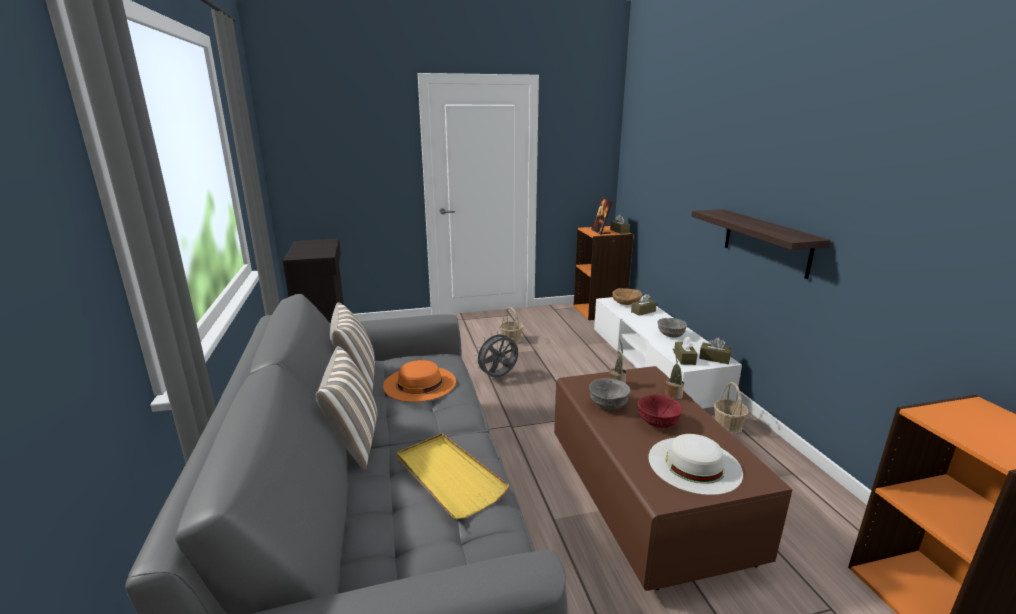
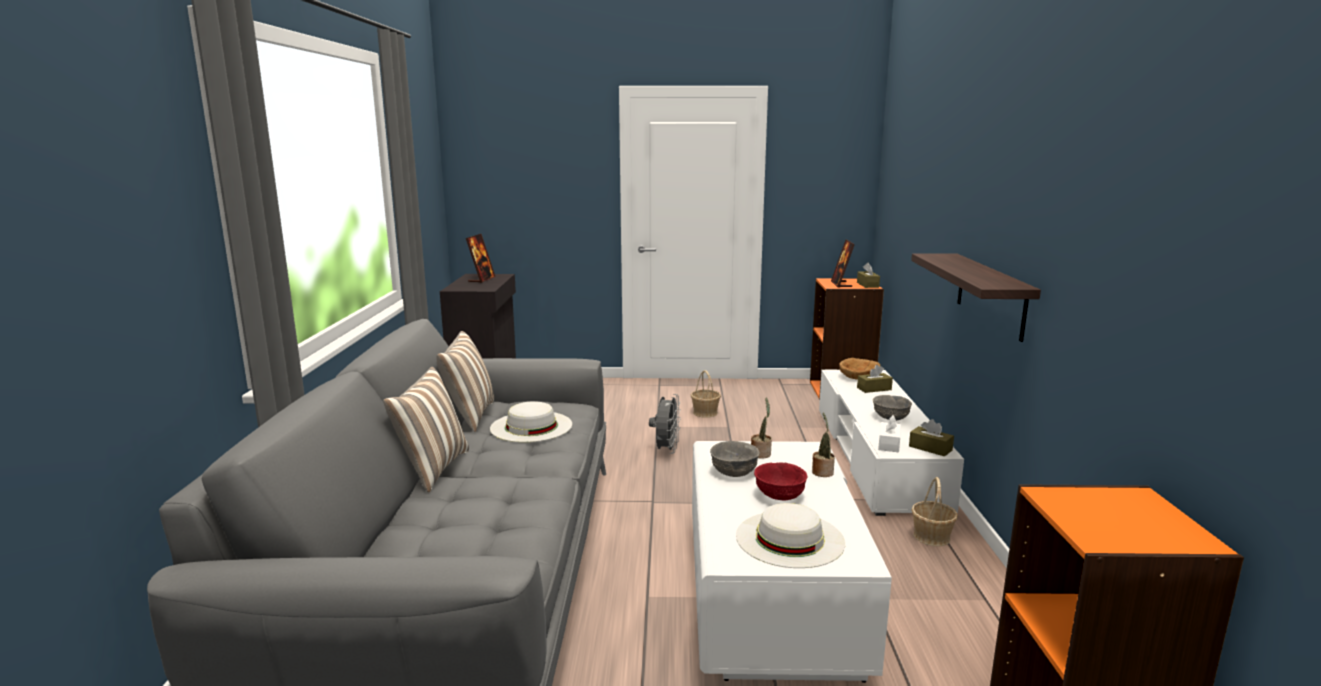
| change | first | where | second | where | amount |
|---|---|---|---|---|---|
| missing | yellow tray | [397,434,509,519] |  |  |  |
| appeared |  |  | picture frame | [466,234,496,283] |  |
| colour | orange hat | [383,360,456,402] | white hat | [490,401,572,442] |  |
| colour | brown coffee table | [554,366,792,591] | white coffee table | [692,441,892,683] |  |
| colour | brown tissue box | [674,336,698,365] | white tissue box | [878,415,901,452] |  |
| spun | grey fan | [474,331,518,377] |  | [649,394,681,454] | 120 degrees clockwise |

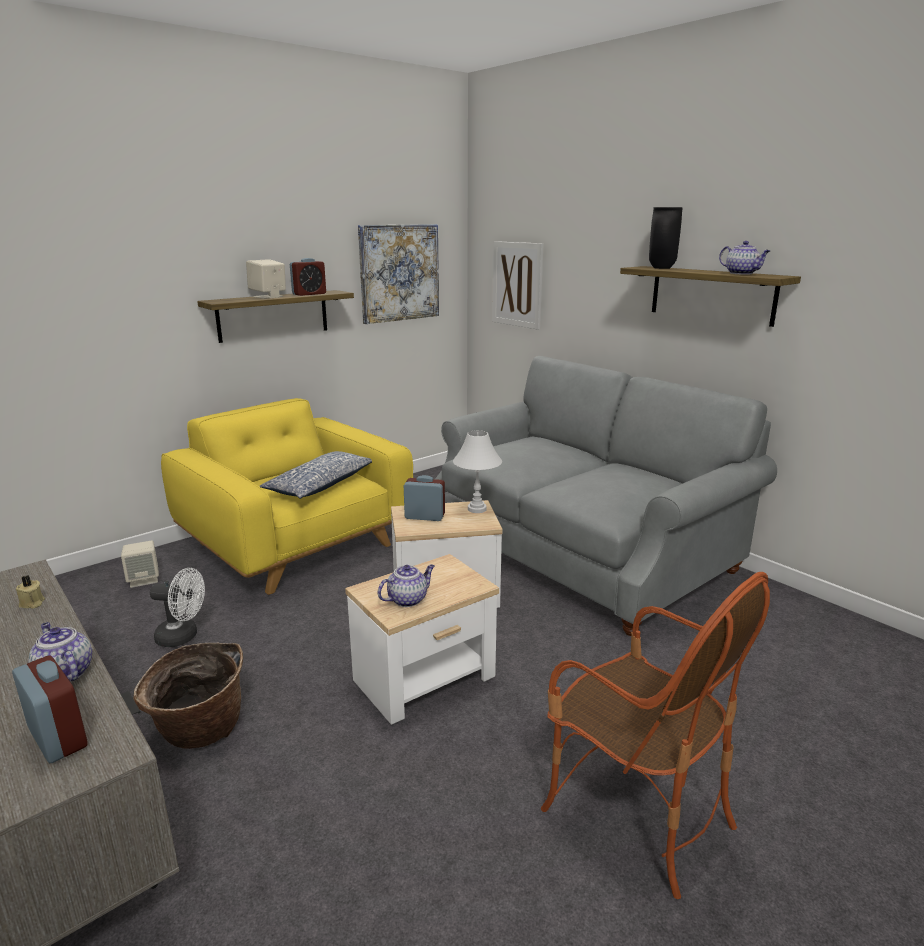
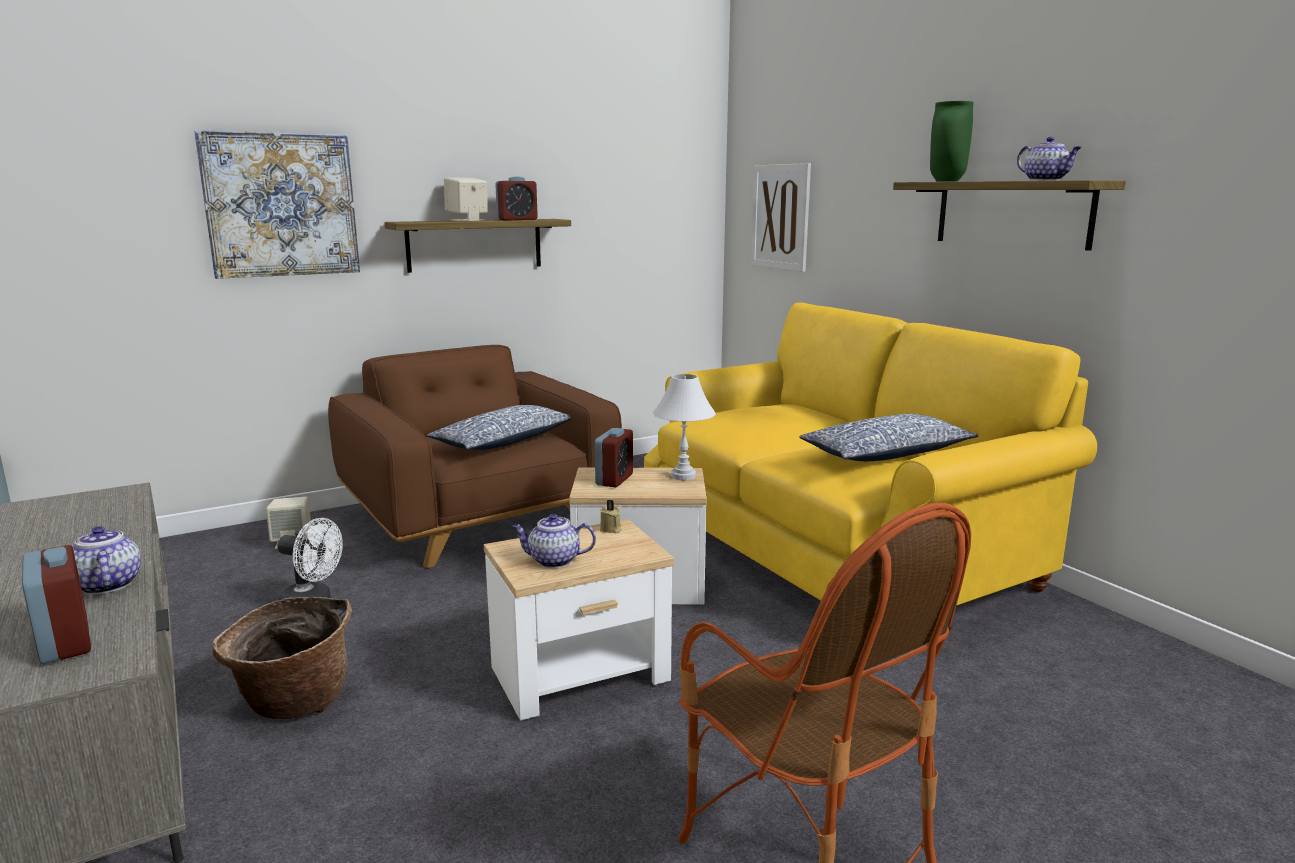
| change | first | where | second | where | amount |
|---|---|---|---|---|---|
| appeared |  |  | pillow | [799,414,978,461] |  |
| relocated | beige candle | [16,575,45,609] |  | [600,500,622,533] |  |
| relocated | picture | [358,224,439,324] |  | [194,130,360,279] |  |
| colour | yellow armchair | [161,398,413,595] | brown armchair | [328,345,622,568] |  |
| colour | grey sofa | [435,356,777,636] | yellow sofa | [644,303,1097,606] |  |
| colour | black vase | [649,207,683,269] | green vase | [930,101,974,182] |  |
| spun | teapot | [378,564,435,607] |  | [512,514,596,568] | 150 degrees counterclockwise |
| spun | alarm clock | [404,475,445,521] |  | [595,428,633,488] | 90 degrees clockwise |

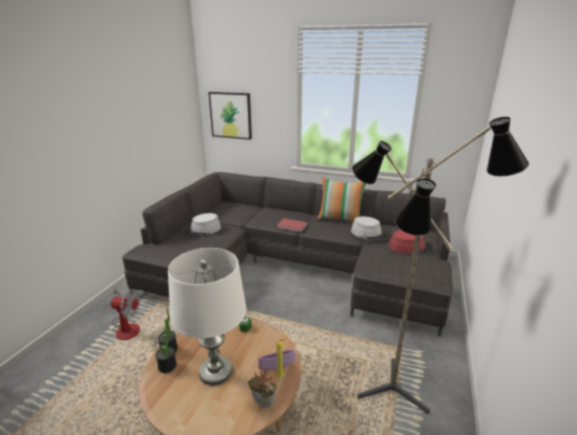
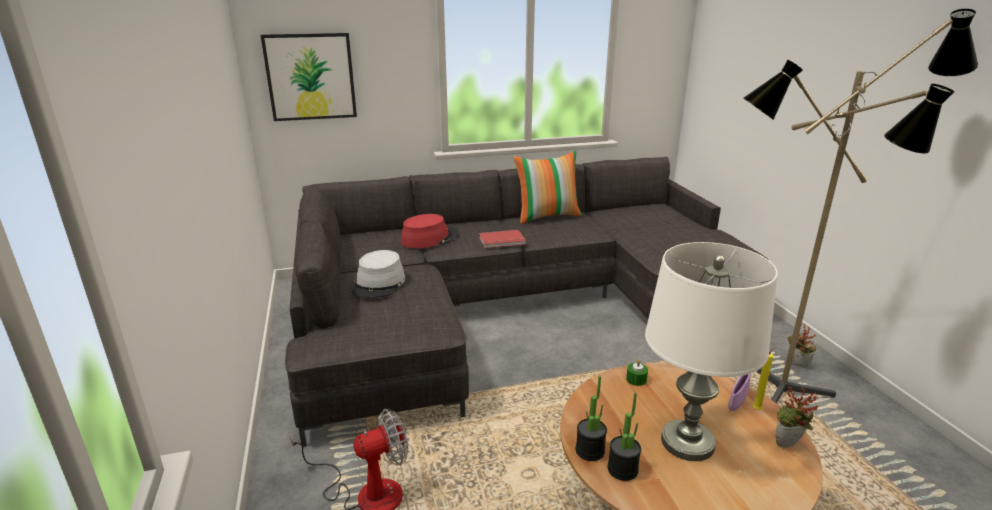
| change | first | where | second | where | amount |
|---|---|---|---|---|---|
| missing | grey hat | [351,216,388,242] |  |  |  |
| appeared |  |  | potted plant | [787,324,816,367] |  |
| relocated | red hat | [389,230,433,254] |  | [401,214,459,248] |  |

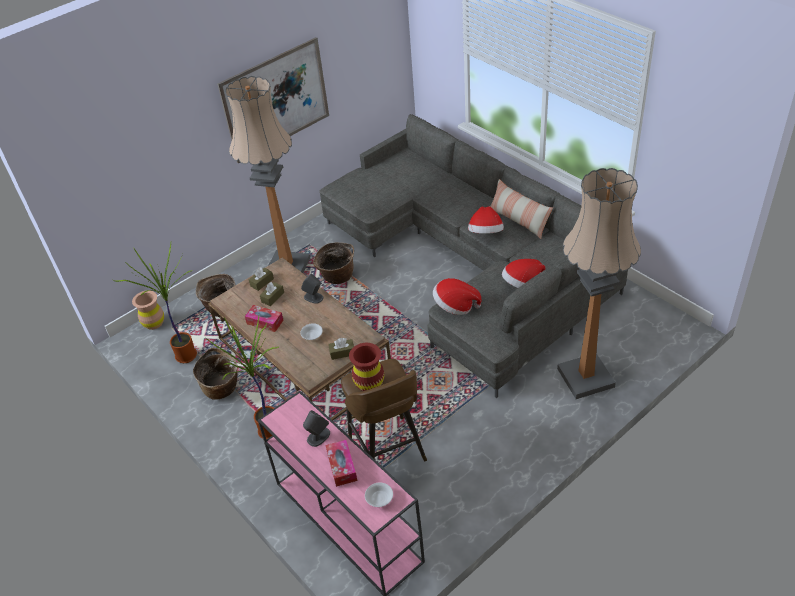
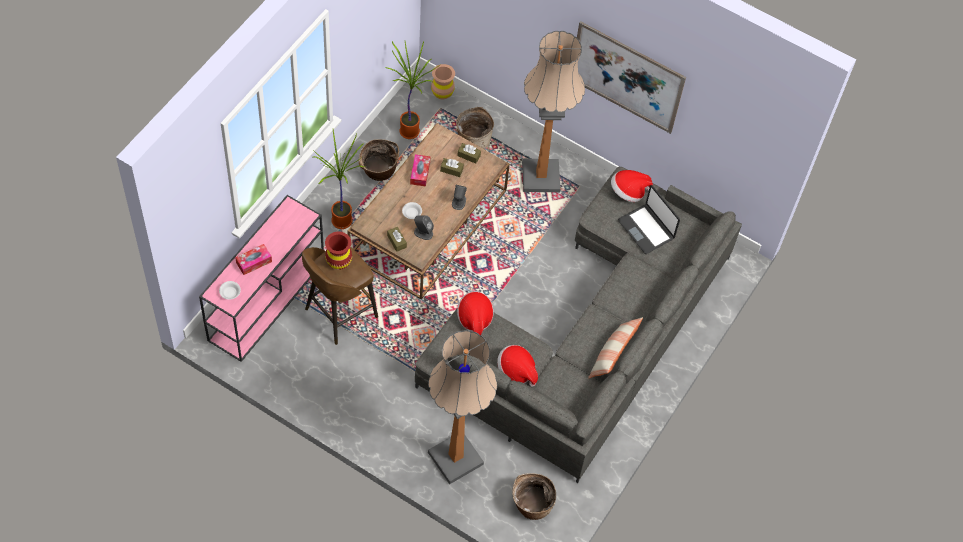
| change | first | where | second | where | amount |
|---|---|---|---|---|---|
| appeared |  |  | laptop | [618,185,680,254] |  |
| relocated | grey speaker | [303,410,330,447] |  | [414,215,434,240] |  |
| relocated | basket | [313,242,354,284] |  | [512,473,556,520] |  |
| relocated | hat | [468,206,504,234] |  | [611,170,653,202] |  |

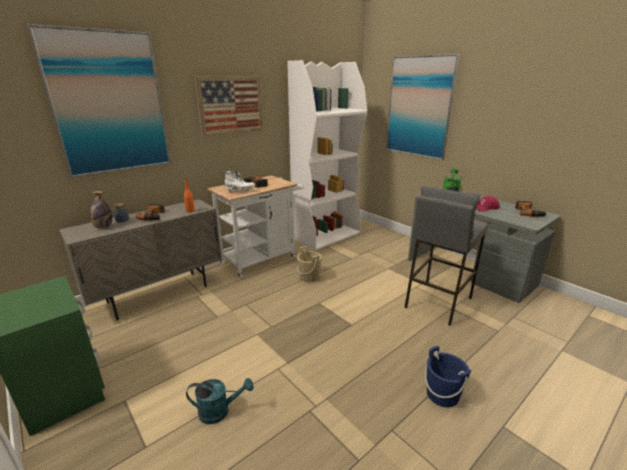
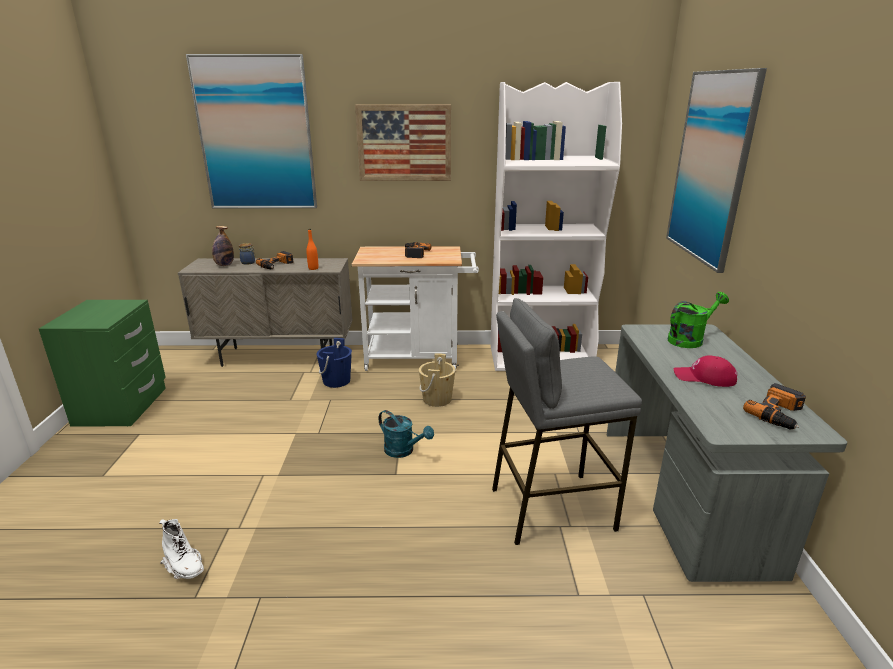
| change | first | where | second | where | amount |
|---|---|---|---|---|---|
| relocated | turquoise watering can | [186,378,254,424] |  | [378,410,434,458] |  |
| relocated | white boot | [224,170,255,192] |  | [160,519,204,579] |  |
| relocated | blue bucket | [425,346,471,407] |  | [316,338,352,388] |  |

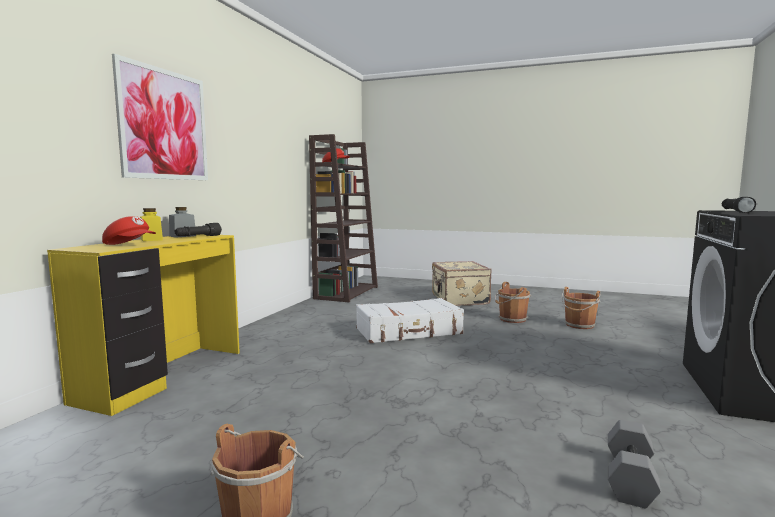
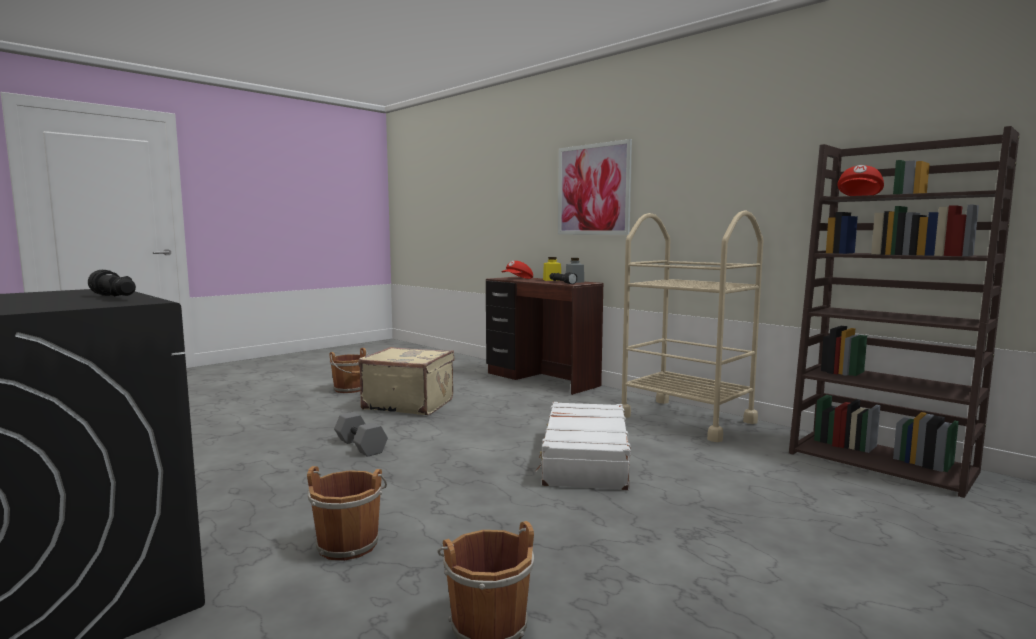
| change | first | where | second | where | amount |
|---|---|---|---|---|---|
| appeared |  |  | beige cart | [621,210,763,442] |  |
| relocated | beige suitcase | [432,261,492,306] |  | [358,347,454,415] |  |
| relocated | brown bucket | [495,282,531,323] |  | [307,466,387,561] |  |
| relocated | grey dumbbell | [608,420,661,508] |  | [334,412,388,457] |  |
| colour | yellow desk | [47,234,240,416] | brown desk | [486,277,603,395] |  |

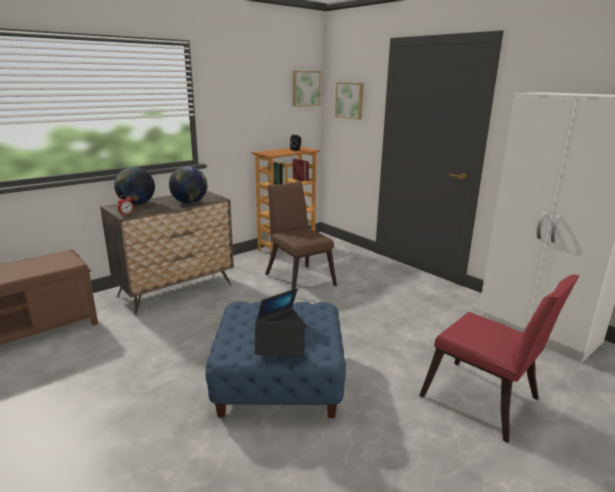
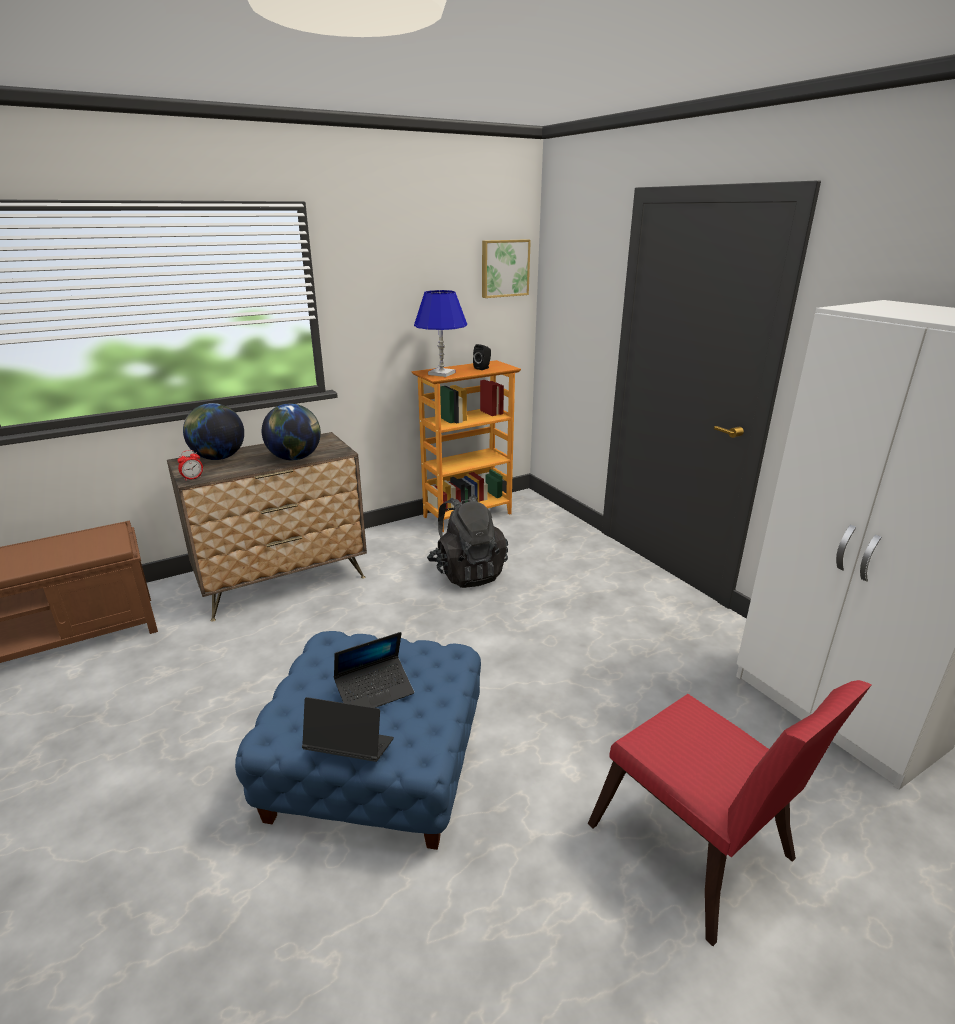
| change | first | where | second | where | amount |
|---|---|---|---|---|---|
| missing | picture | [335,82,364,119] |  |  |  |
| appeared |  |  | blue table lamp | [414,290,467,377] |  |
| exchanged | brown chair | [265,181,337,290] | black backpack | [427,494,508,588] |  |

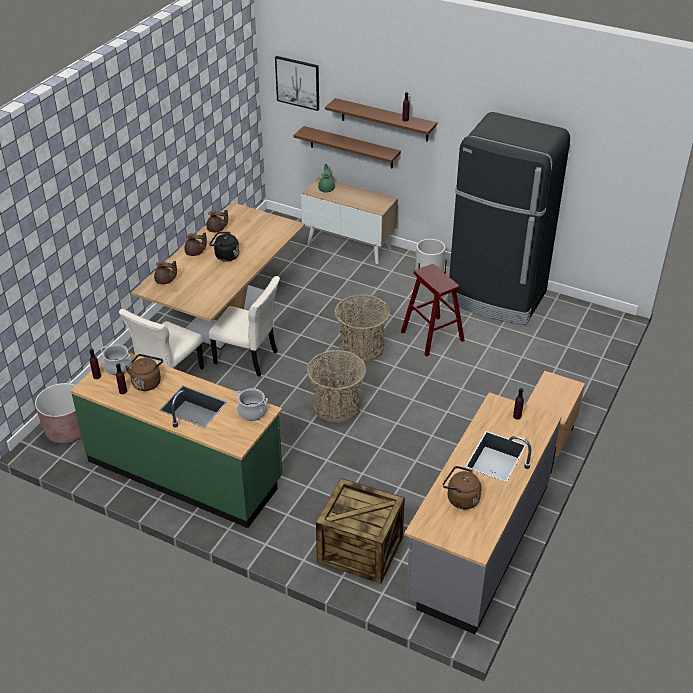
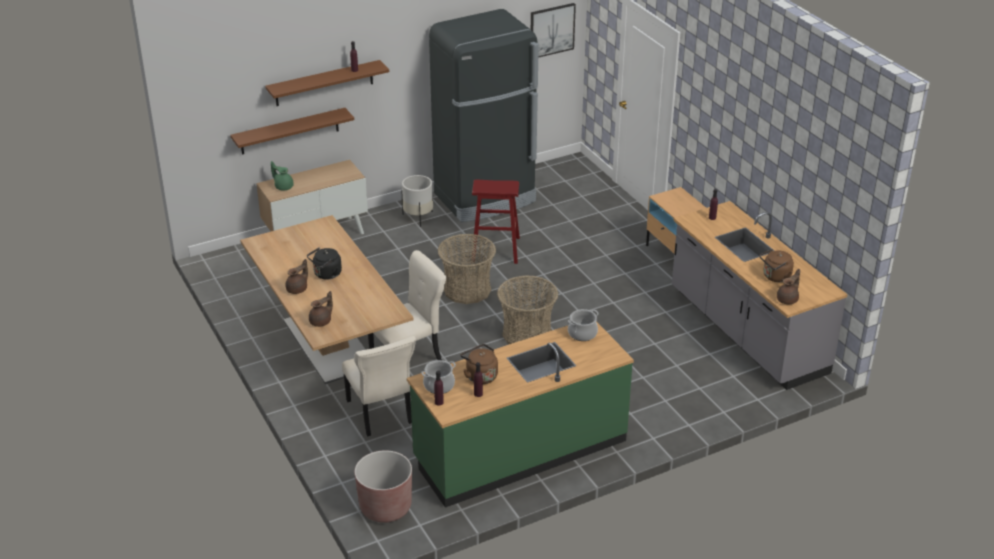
| change | first | where | second | where | amount |
|---|---|---|---|---|---|
| missing | crate | [316,478,405,584] |  |  |  |
| relocated | brown teapot | [206,210,228,232] |  | [777,269,800,304] |  |
| relocated | picture | [275,56,319,111] |  | [531,3,576,58] |  |

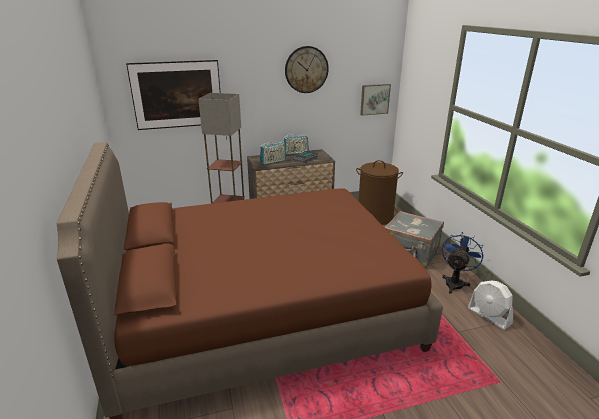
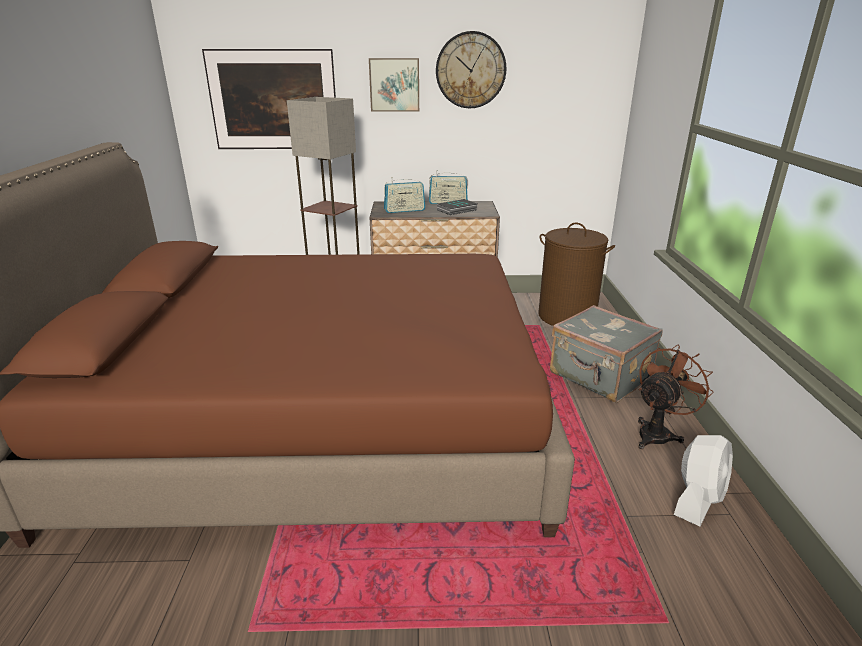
| change | first | where | second | where | amount |
|---|---|---|---|---|---|
| relocated | picture | [360,84,391,115] |  | [369,58,419,112] |  |
| colour | blue fan | [442,232,484,294] | brown fan | [638,345,714,449] |  |
| spun | white fan | [468,281,513,330] |  | [674,435,733,526] | 120 degrees counterclockwise |

